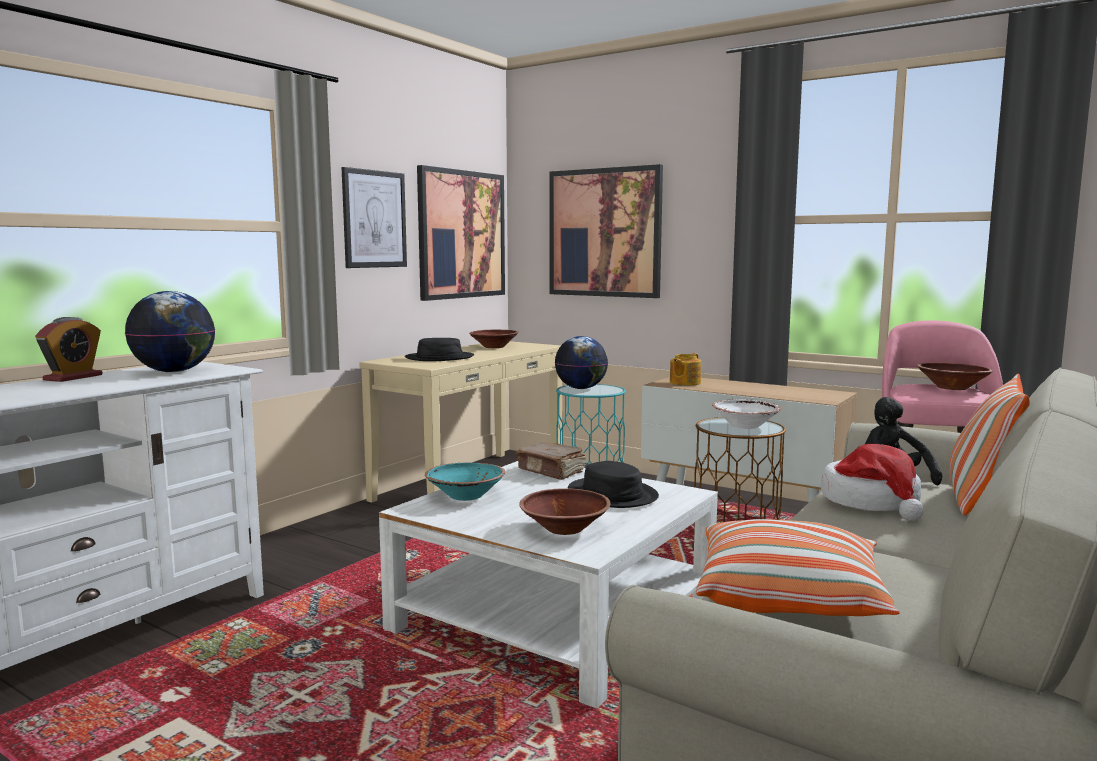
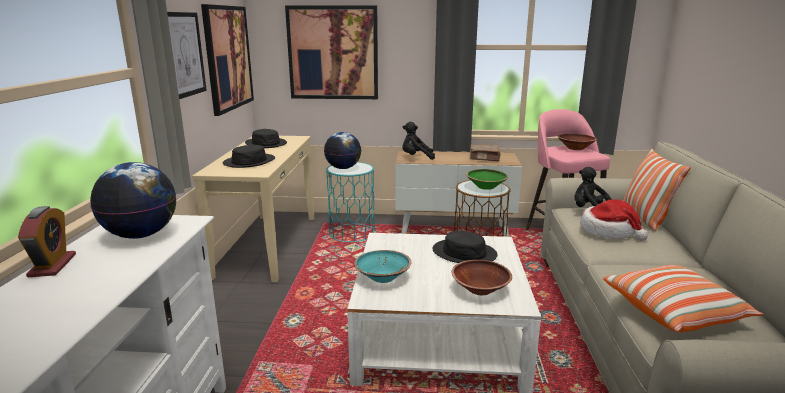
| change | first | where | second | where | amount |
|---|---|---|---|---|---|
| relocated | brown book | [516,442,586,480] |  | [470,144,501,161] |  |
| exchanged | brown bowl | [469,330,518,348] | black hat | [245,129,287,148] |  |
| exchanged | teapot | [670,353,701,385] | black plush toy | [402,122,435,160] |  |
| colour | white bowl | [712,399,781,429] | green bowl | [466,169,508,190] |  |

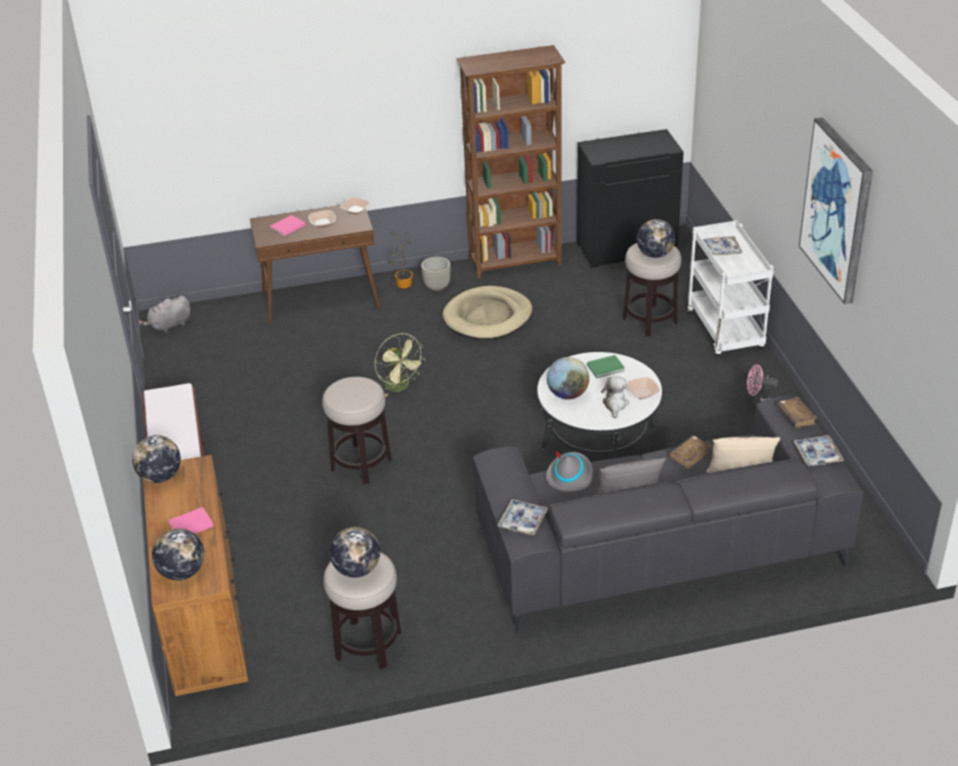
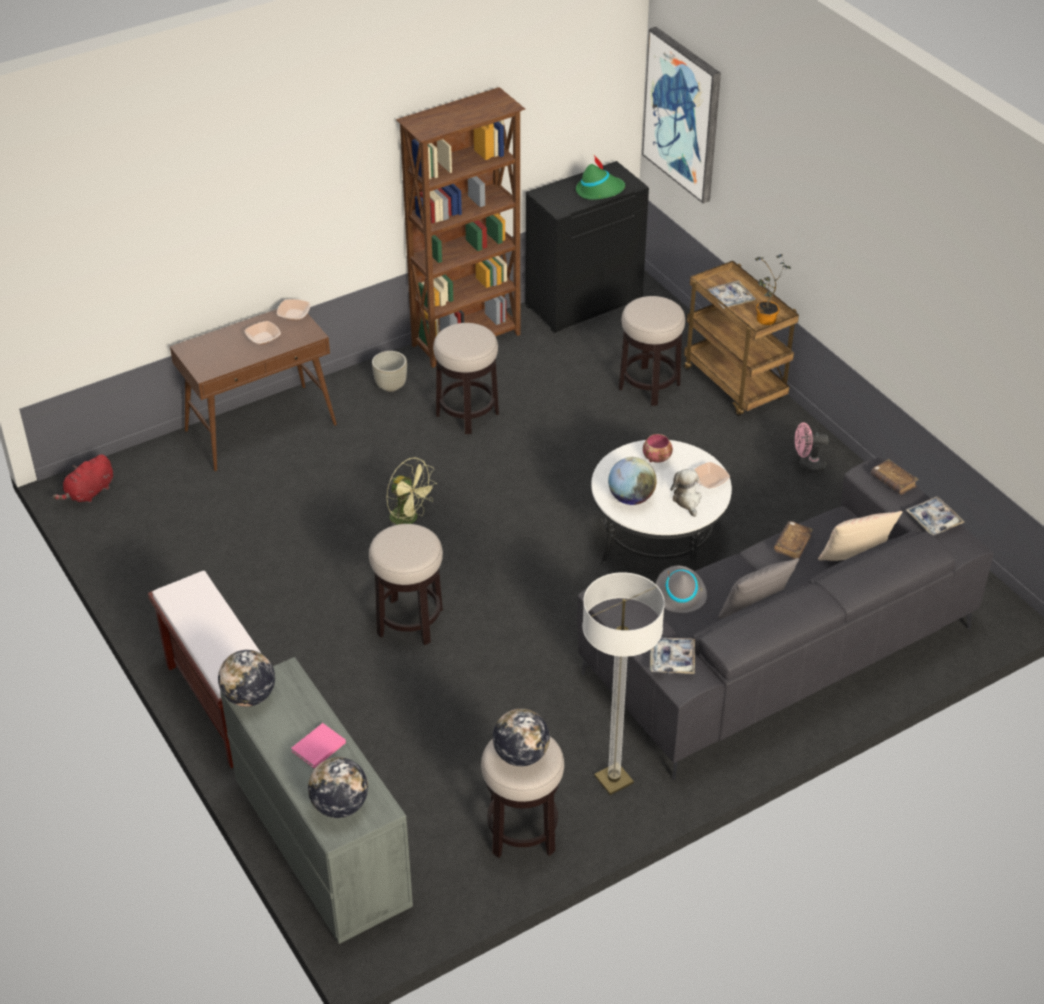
| change | first | where | second | where | amount |
|---|---|---|---|---|---|
| missing | pink book | [270,215,305,236] |  |  |  |
| missing | globe | [637,219,675,258] |  |  |  |
| appeared |  |  | green hat | [576,155,625,200] |  |
| appeared |  |  | floor lamp | [582,572,665,795] |  |
| relocated | potted plant | [387,232,413,288] |  | [755,254,791,325] |  |
| relocated | picture | [799,117,873,304] |  | [642,27,721,203] |  |
| exchanged | beige dog bed | [442,286,532,339] | stool | [433,323,499,434] |  |
| exchanged | green book | [587,355,625,378] | bowl | [643,434,673,463] |  |
| colour | grey plush toy | [138,296,190,333] | red plush toy | [53,454,113,503] |  |
| colour | brown dresser | [143,455,248,696] | grey dresser | [220,657,413,944] |  |
| colour | white cart | [687,220,774,356] | brown cart | [684,261,799,416] |  |

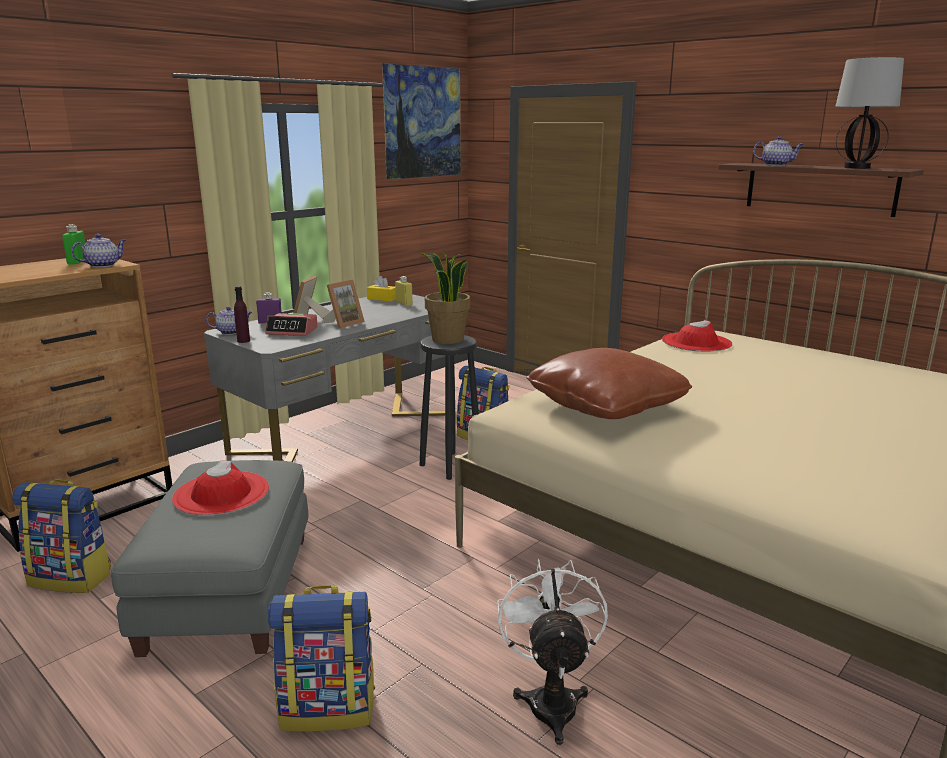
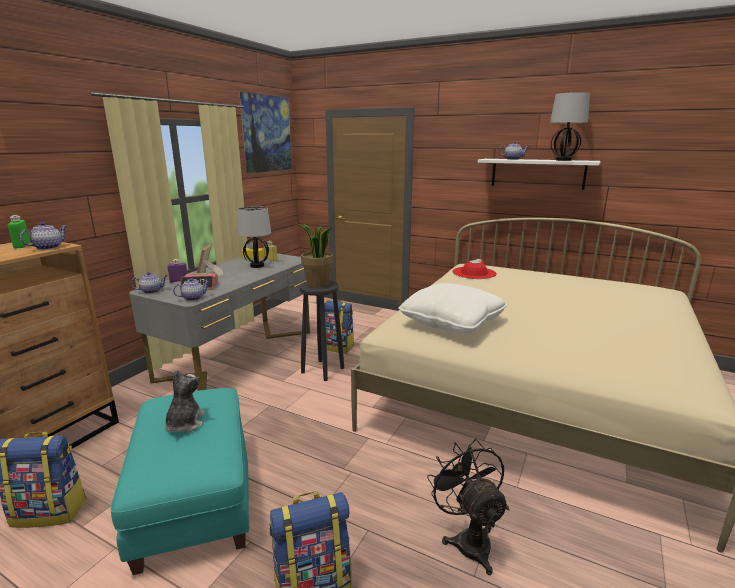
| change | first | where | second | where | amount |
|---|---|---|---|---|---|
| missing | purple bottle | [234,286,250,343] |  |  |  |
| missing | picture frame | [323,280,365,329] |  |  |  |
| appeared |  |  | teapot | [173,278,209,301] |  |
| appeared |  |  | table lamp | [237,206,271,268] |  |
| exchanged | red hat | [172,461,269,515] | plush toy | [165,370,205,432] |  |
| colour | grey ottoman | [111,460,308,657] | turquoise ottoman | [111,388,249,575] |  |
| colour | white fan | [497,559,608,745] | black fan | [427,439,509,575] |  |
| colour | brown pillow | [526,348,692,419] | white pillow | [398,283,507,333] |  |
| colour | brown shelf | [718,163,924,217] | white shelf | [478,159,601,190] |  |

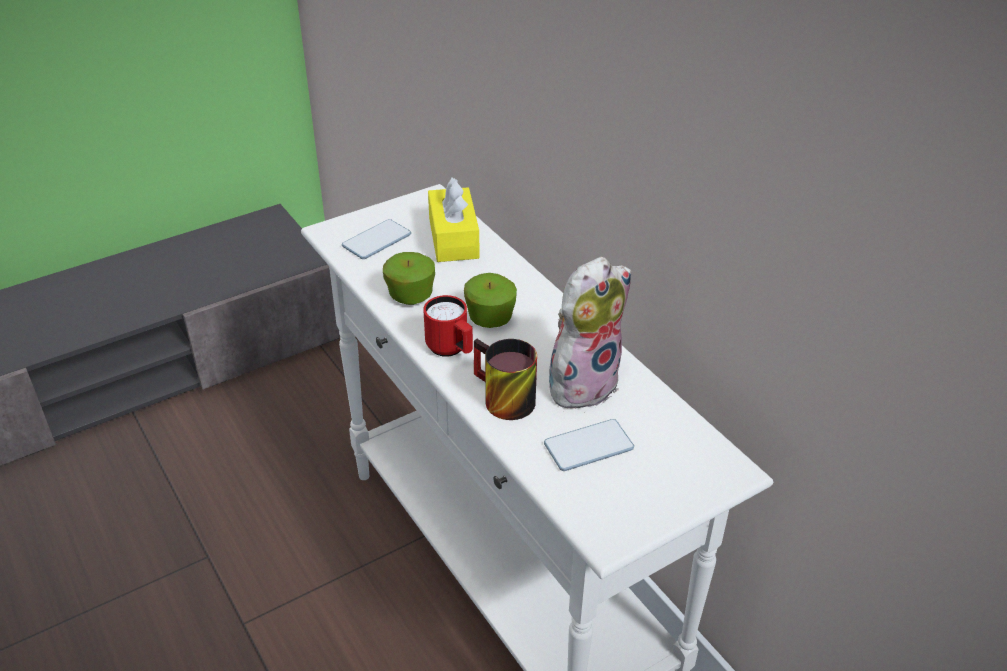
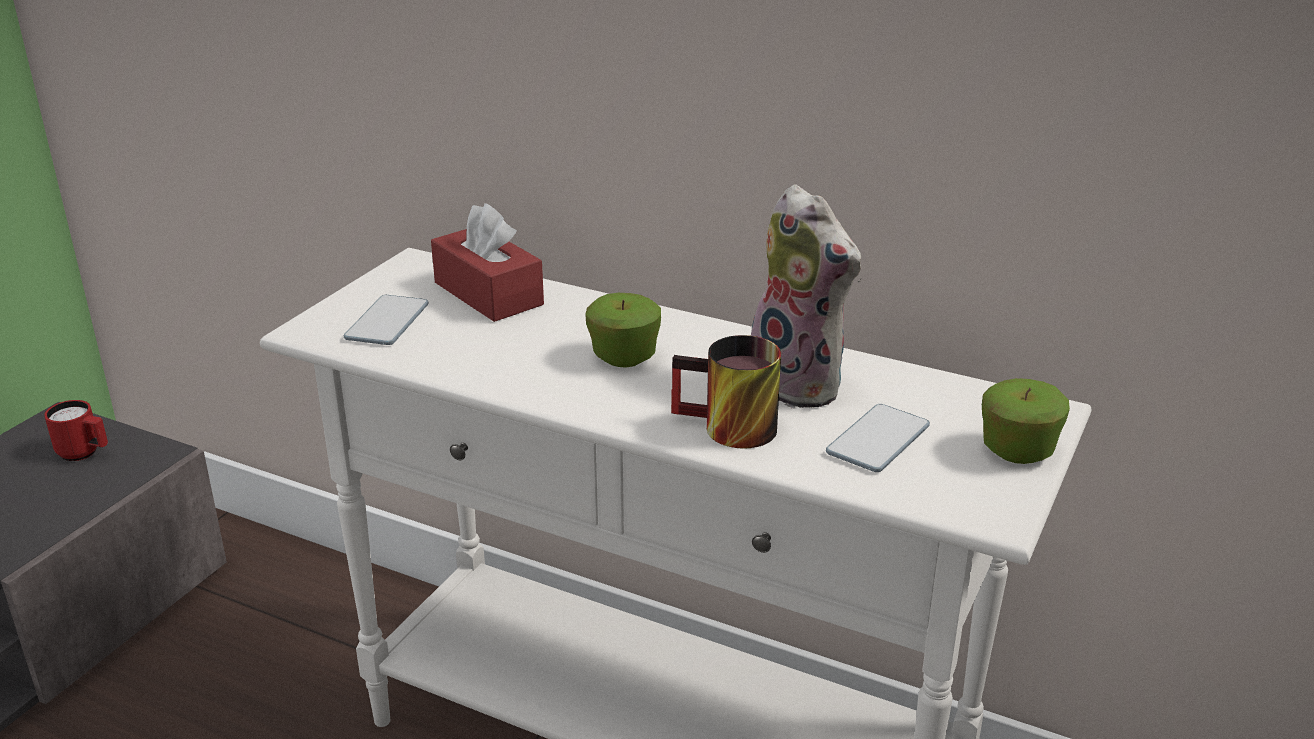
| change | first | where | second | where | amount |
|---|---|---|---|---|---|
| relocated | apple | [383,252,435,305] |  | [982,378,1070,464] |  |
| relocated | red mug | [423,295,473,357] |  | [44,400,108,461] |  |
| colour | yellow tissue box | [428,178,480,262] | red tissue box | [431,203,544,322] |  |
| spun | plush toy | [549,257,632,408] |  | [751,185,861,409] | 120 degrees clockwise |

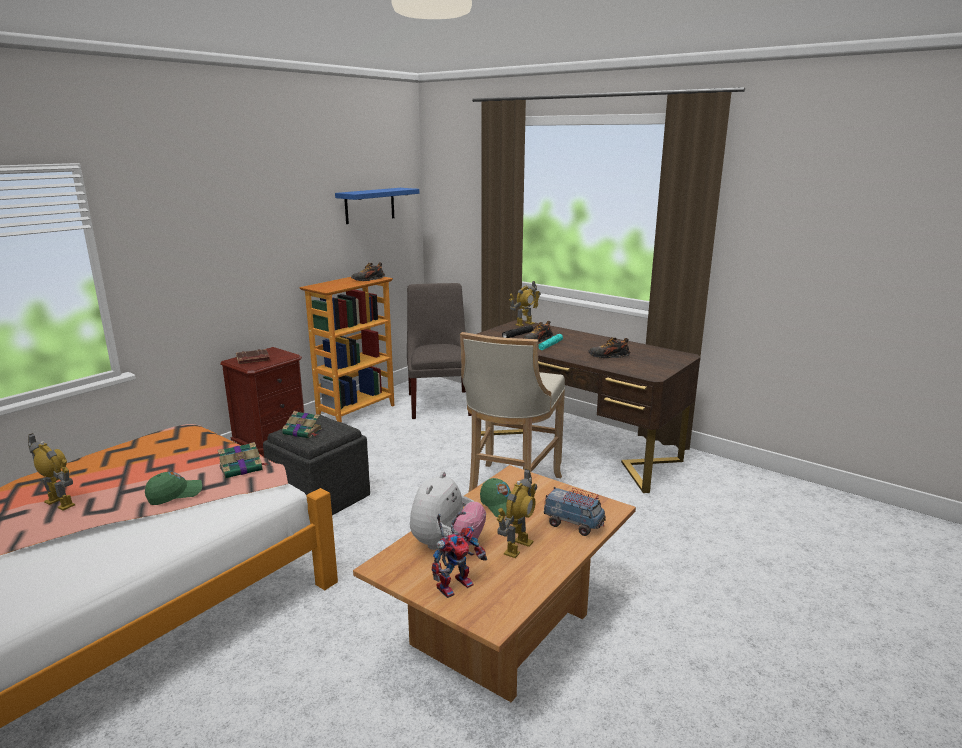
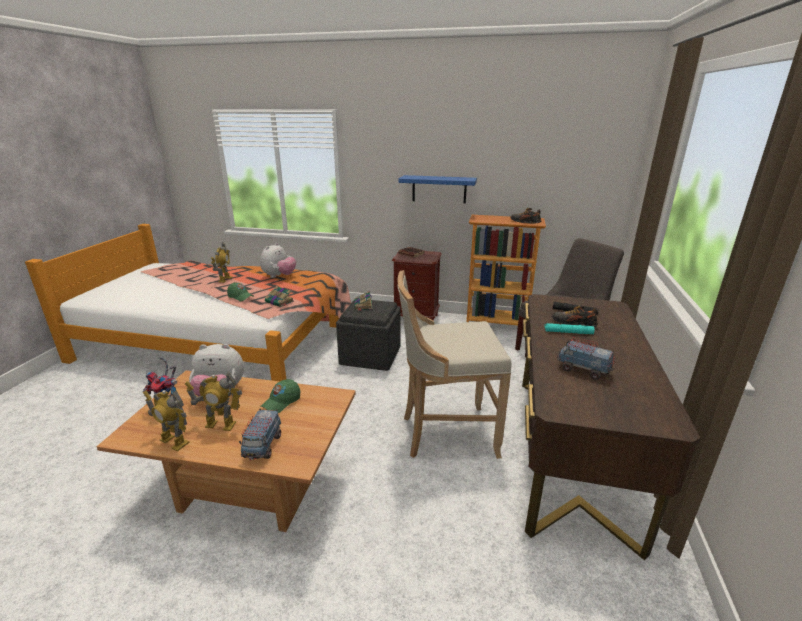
| change | first | where | second | where | amount |
|---|---|---|---|---|---|
| appeared |  |  | plush toy | [260,243,296,278] |  |
| relocated | blue shelf | [335,188,419,224] |  | [398,175,477,204] |  |
| relocated | toy robot | [509,281,541,326] |  | [143,390,190,451] |  |
| exchanged | shoe | [588,337,630,358] | toy truck | [558,337,615,380] |  |

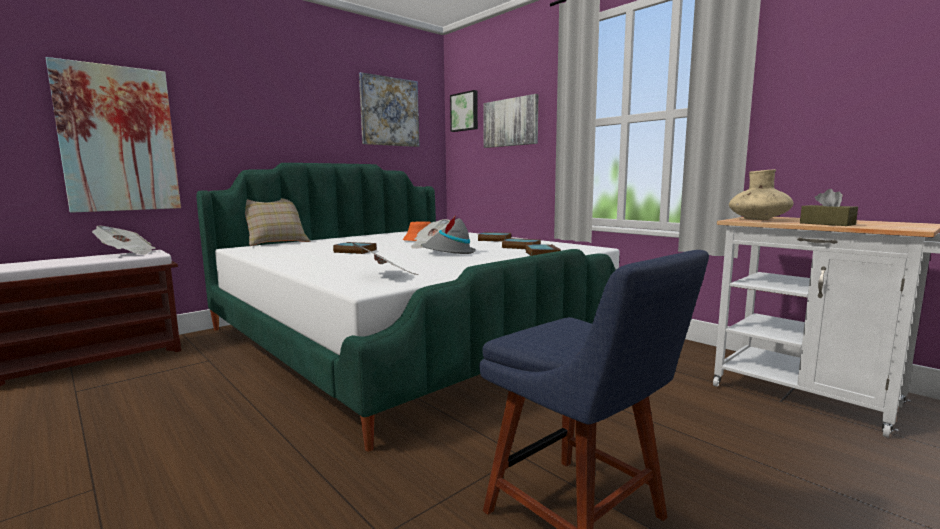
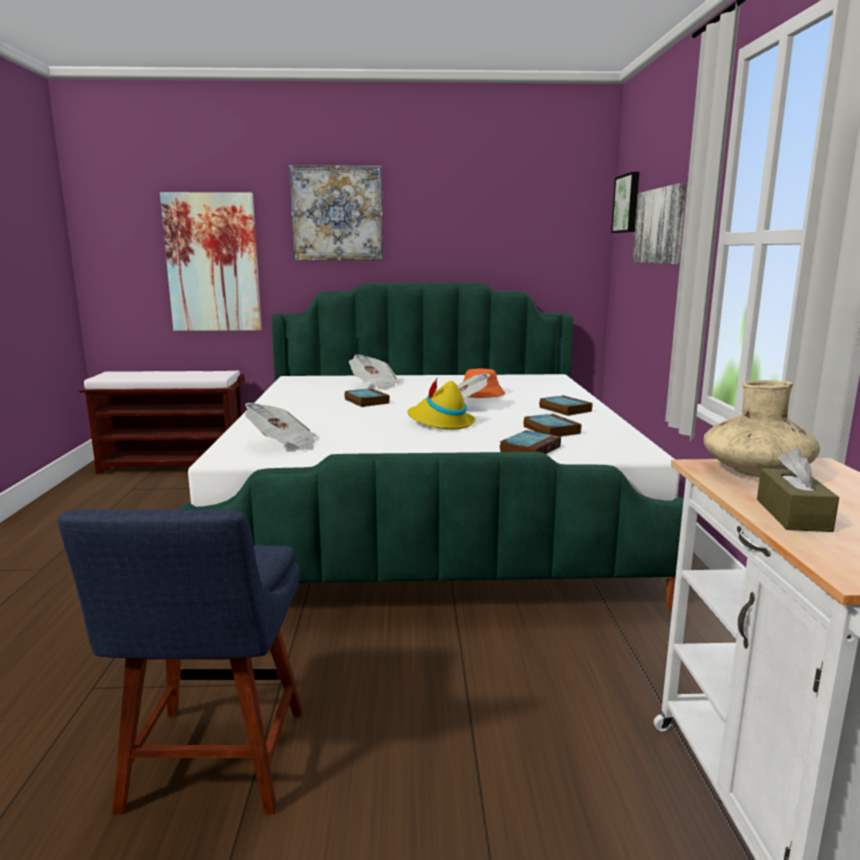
| change | first | where | second | where | amount |
|---|---|---|---|---|---|
| missing | beige pillow | [245,198,310,246] |  |  |  |
| relocated | newspaper | [92,226,155,255] |  | [349,355,399,390] |  |
| relocated | picture | [359,72,419,147] |  | [289,165,383,260] |  |
| colour | grey hat | [421,216,476,254] | yellow hat | [407,378,476,430] |  |

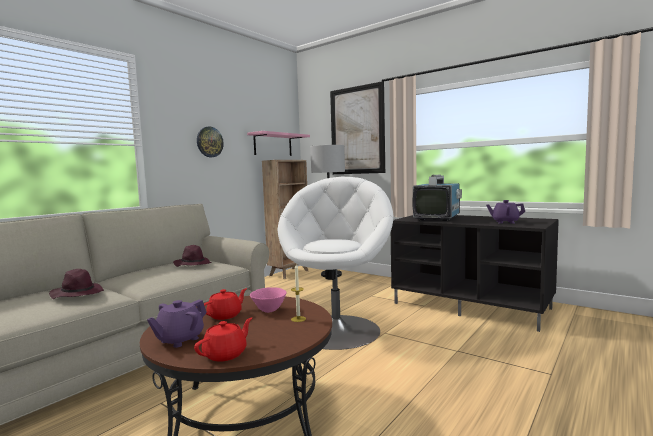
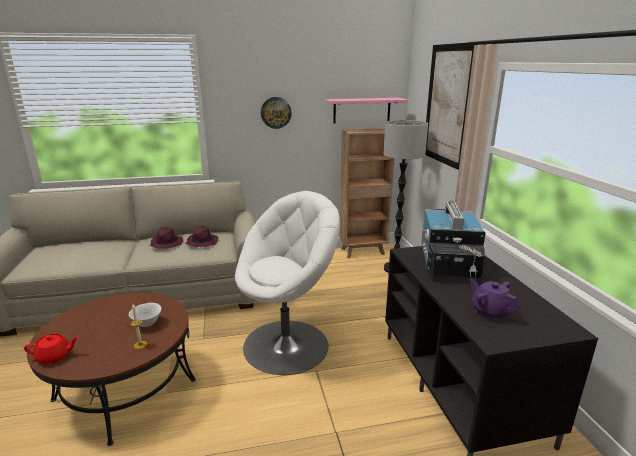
| change | first | where | second | where | amount |
|---|---|---|---|---|---|
| missing | purple teapot | [147,299,207,348] |  |  |  |
| missing | red teapot | [204,288,247,320] |  |  |  |
| relocated | purple hat | [49,269,104,299] |  | [150,227,183,248] |  |
| colour | pink bowl | [250,287,287,313] | white bowl | [129,303,161,327] |  |
| spun | television | [412,174,462,221] |  | [421,200,486,278] | 120 degrees clockwise |

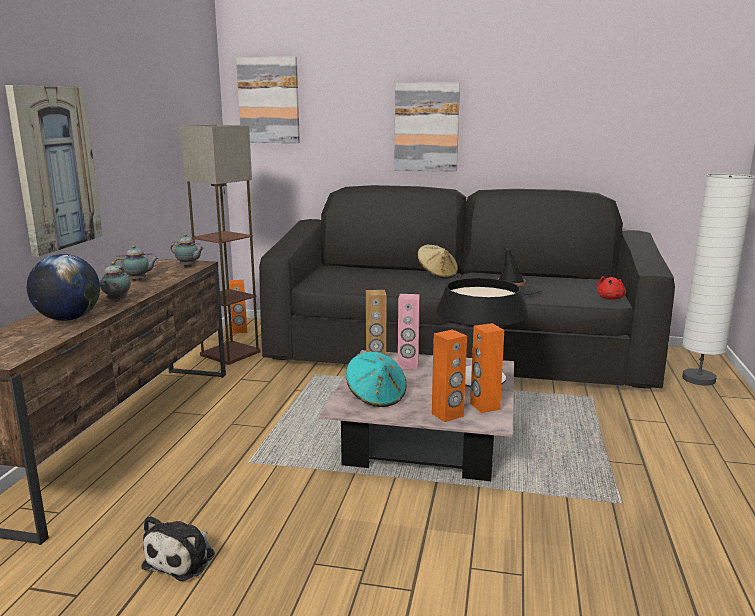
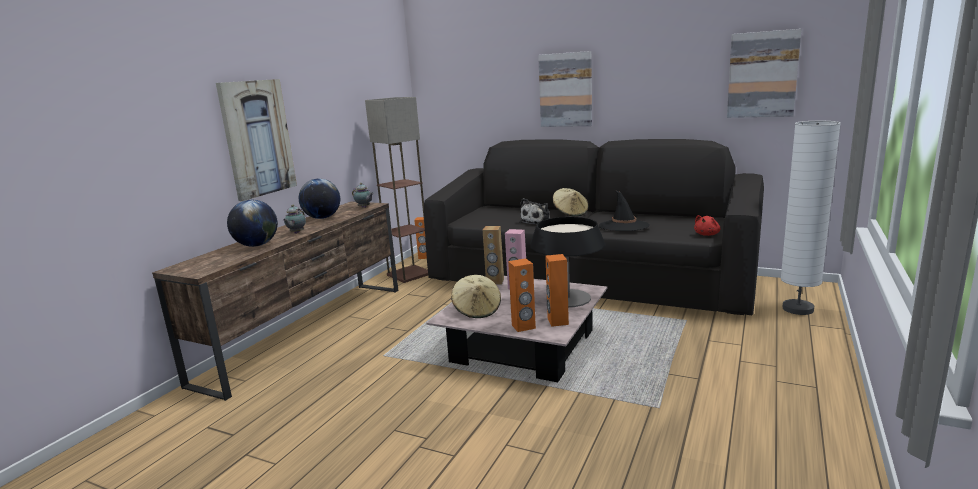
| change | first | where | second | where | amount |
|---|---|---|---|---|---|
| relocated | plush toy | [141,516,215,581] |  | [519,198,550,224] |  |
| relocated | picture | [236,57,300,143] |  | [727,29,802,118] |  |
| exchanged | teapot | [114,245,159,281] | globe | [299,178,340,219] |  |
| colour | turquoise hat | [346,352,407,407] | beige hat | [451,275,501,318] |  |

